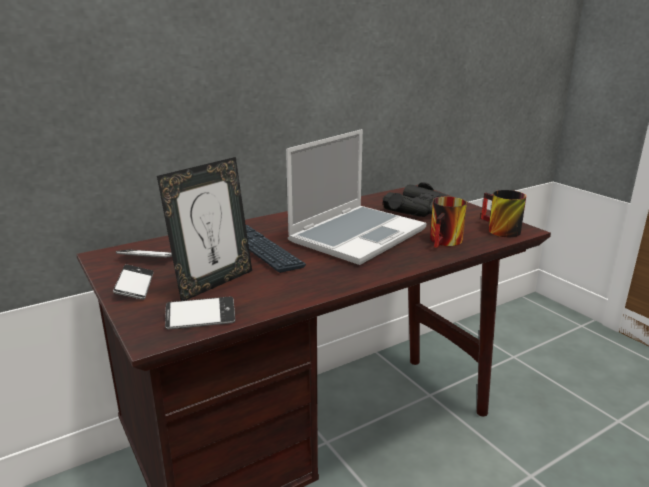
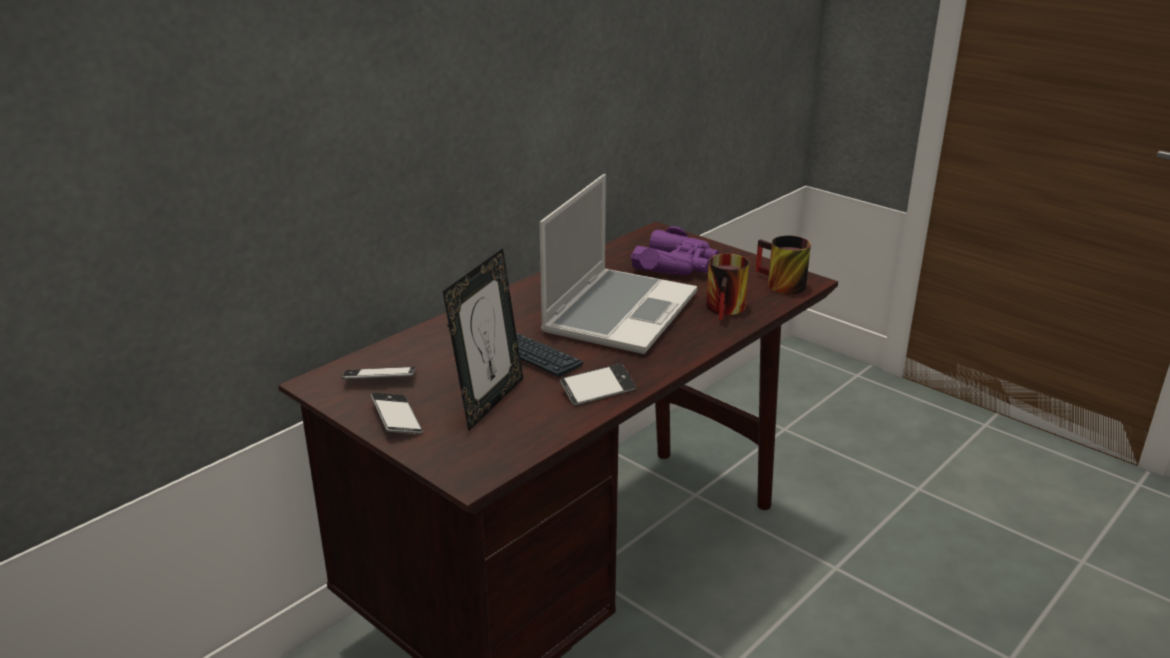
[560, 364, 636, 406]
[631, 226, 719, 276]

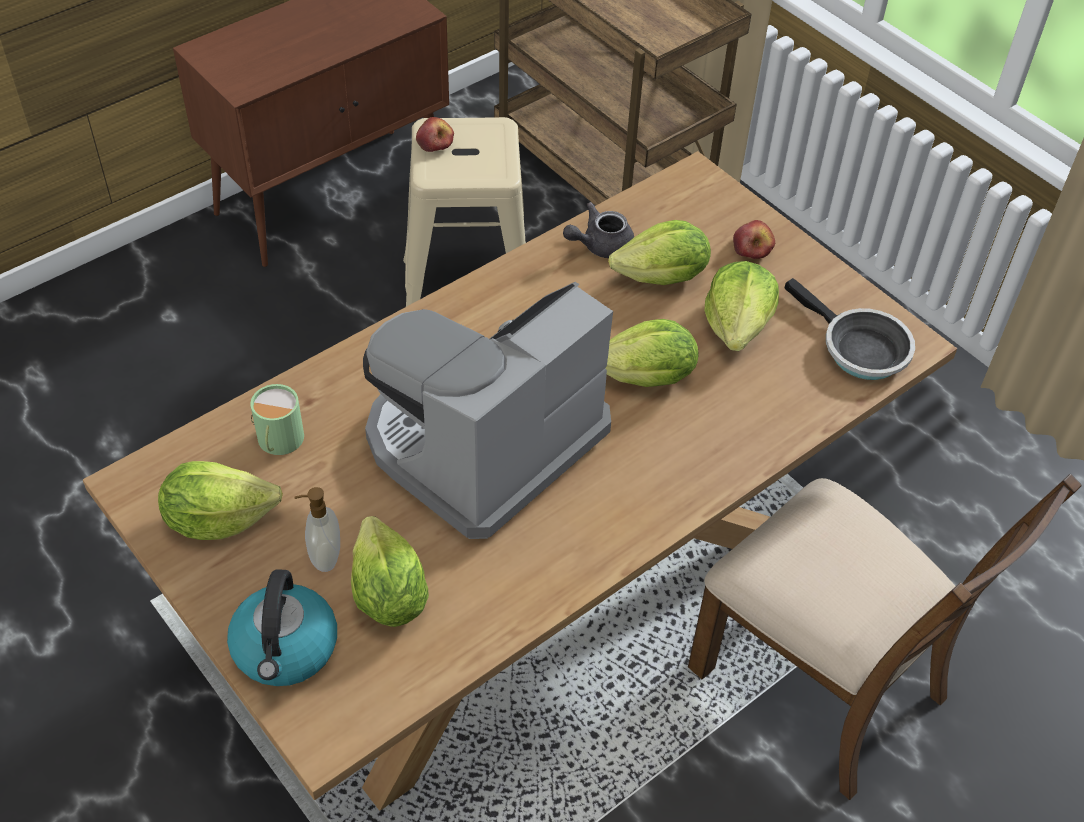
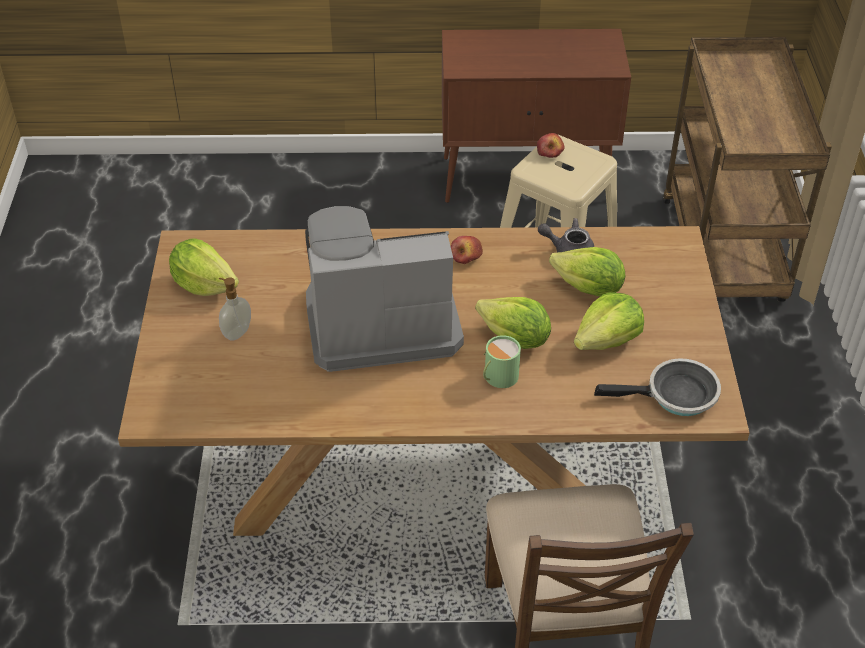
[451, 236, 483, 264]
[483, 335, 521, 388]
[594, 358, 721, 416]
[227, 569, 337, 686] (first image)
[351, 516, 429, 627] (first image)

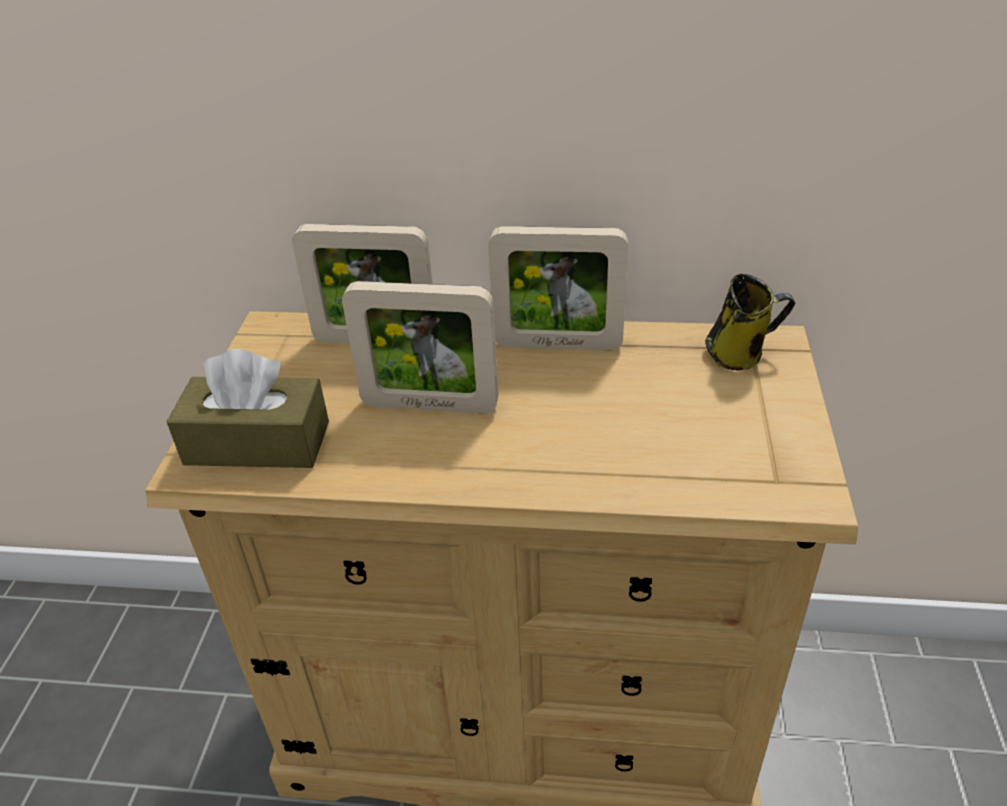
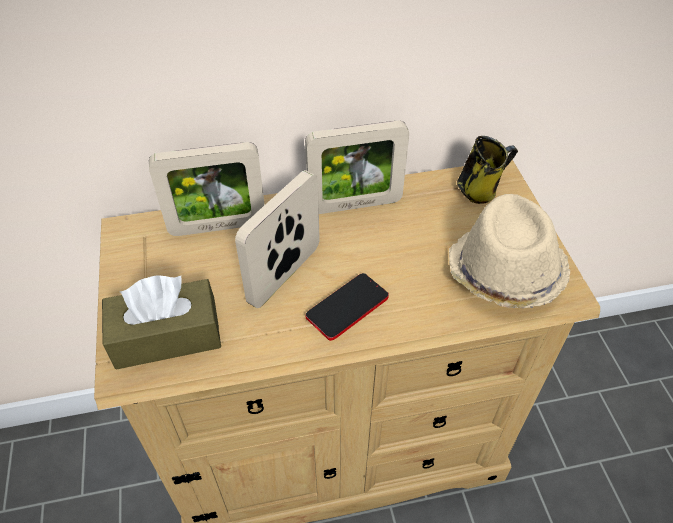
[235, 170, 320, 308]
[305, 273, 389, 341]
[449, 194, 570, 309]

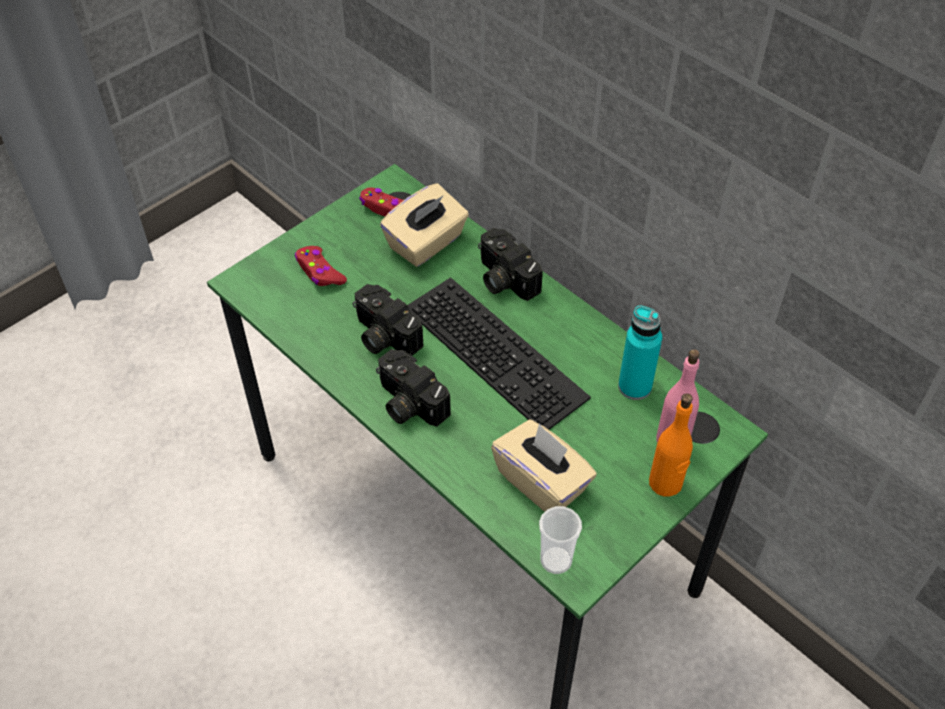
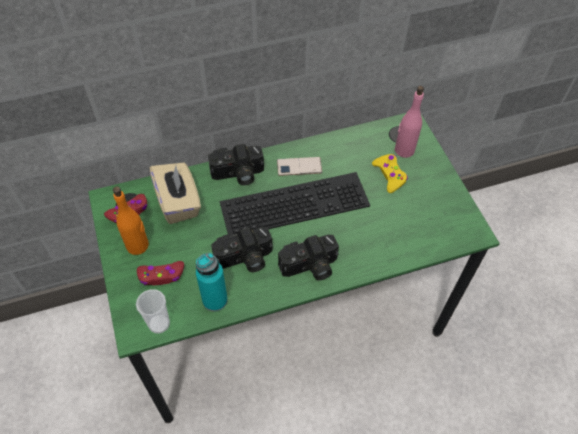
[113, 186, 149, 255]
[136, 289, 170, 334]
[196, 253, 228, 312]
[277, 157, 322, 176]
[372, 154, 408, 193]
[491, 420, 597, 512] (first image)

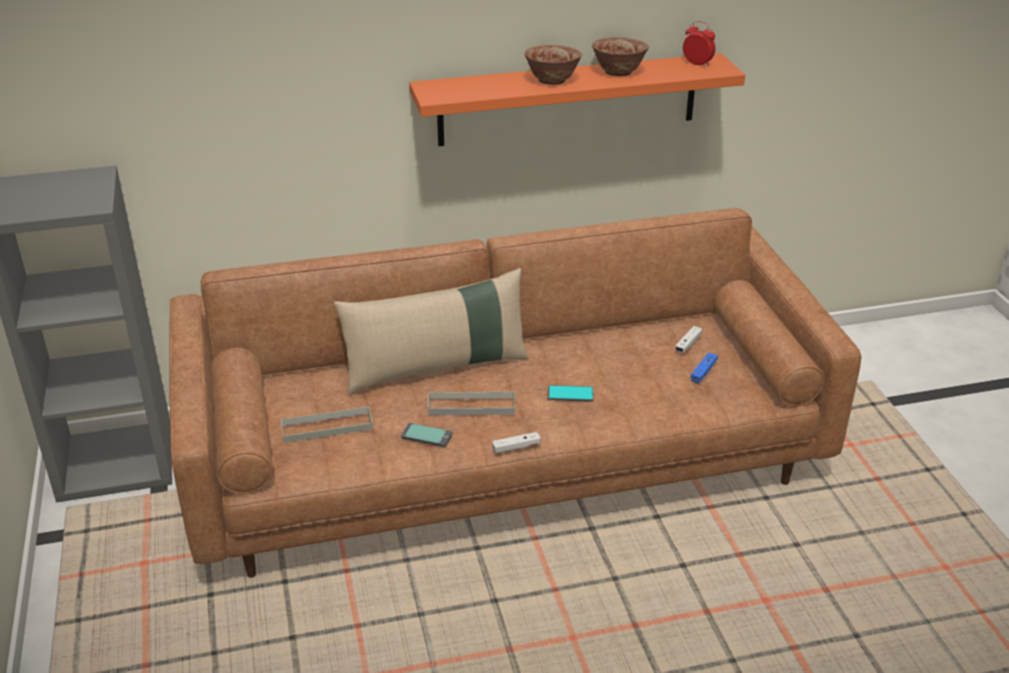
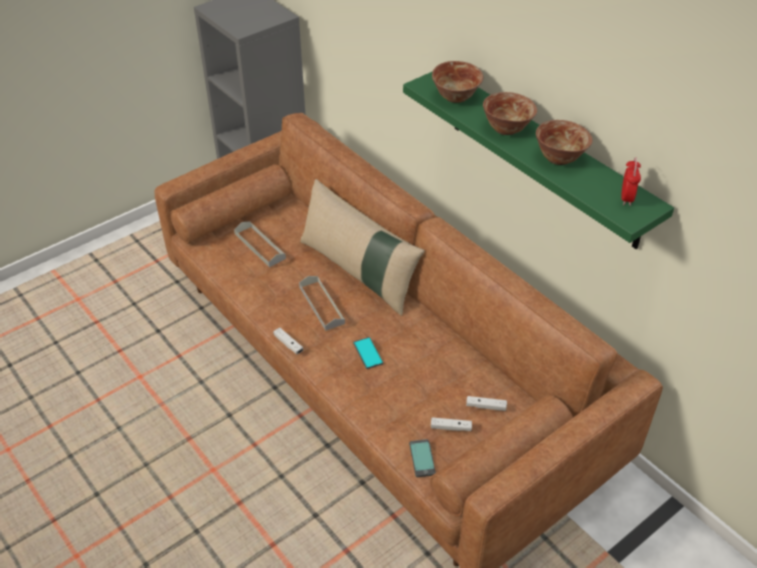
[403, 71, 674, 249]
[409, 439, 436, 477]
[431, 417, 472, 431]
[432, 61, 483, 103]

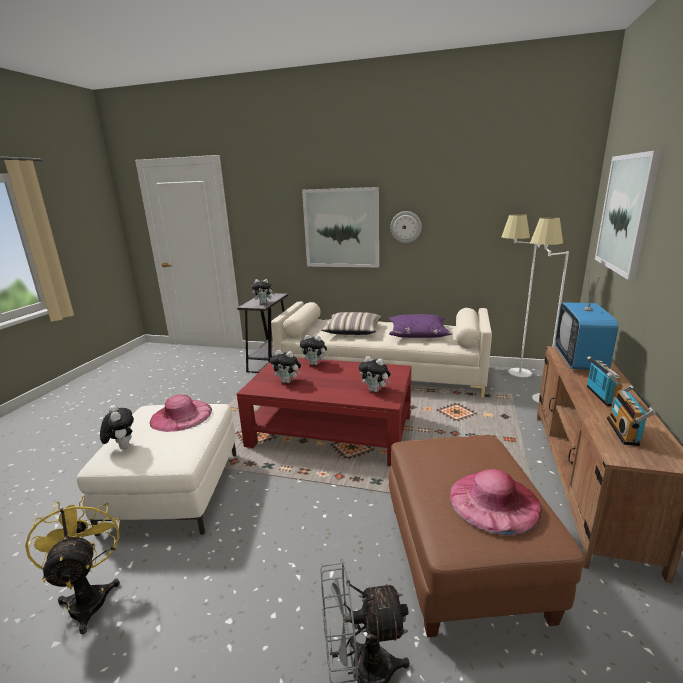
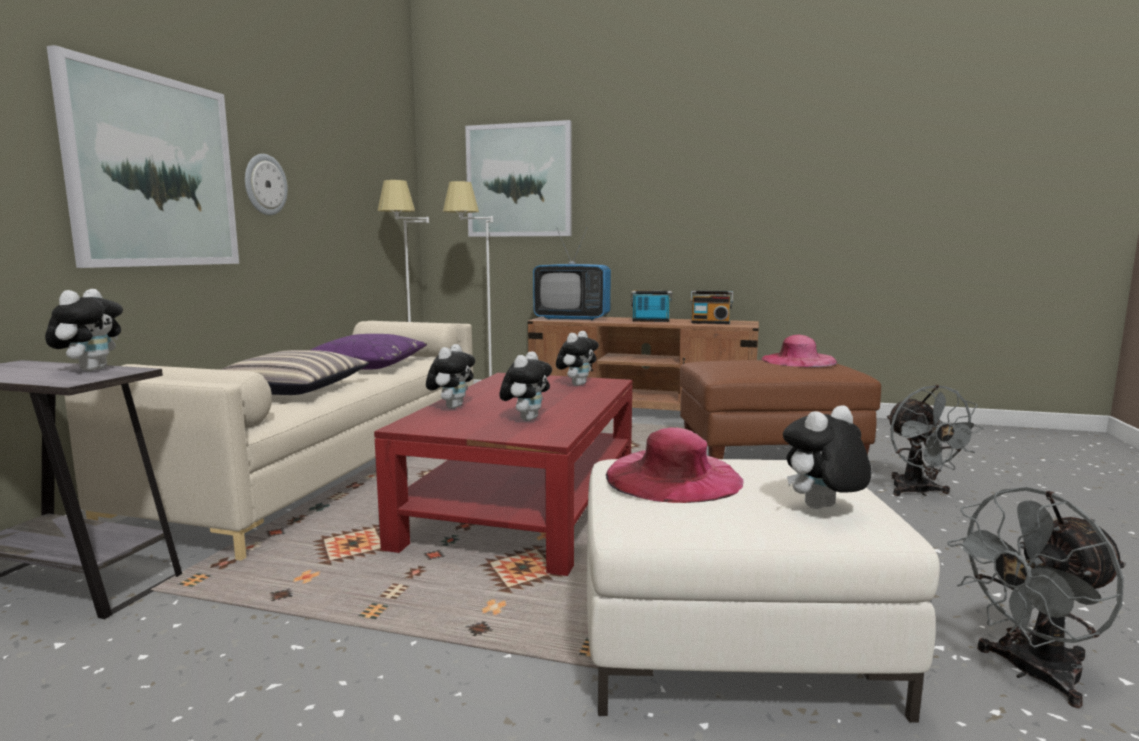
[947, 487, 1126, 708]

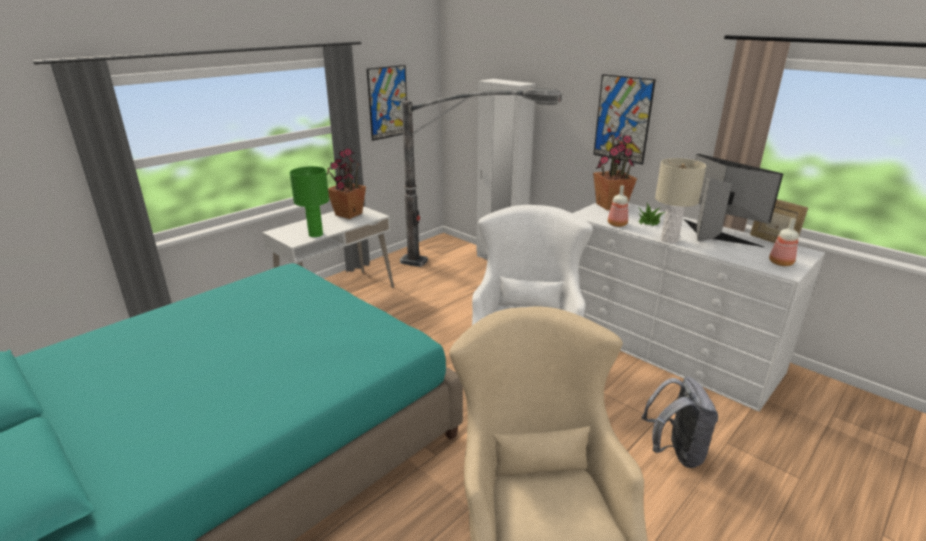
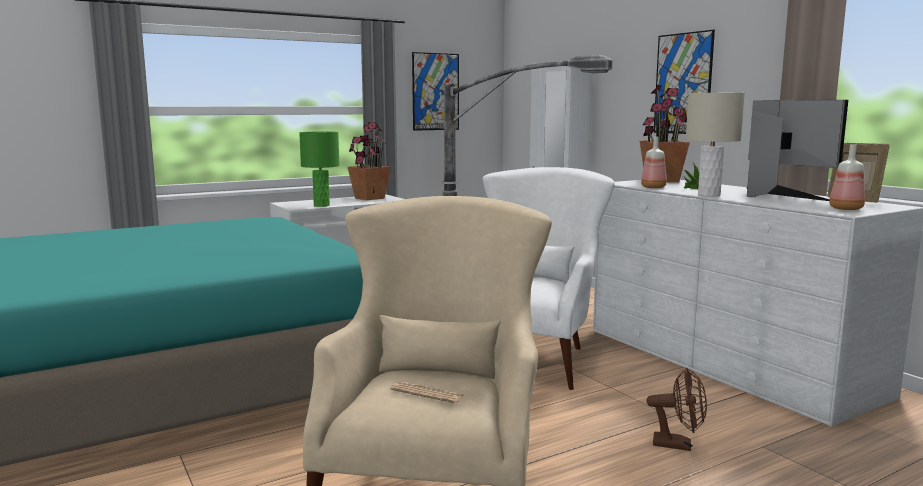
[390, 381, 464, 404]
[646, 368, 707, 451]

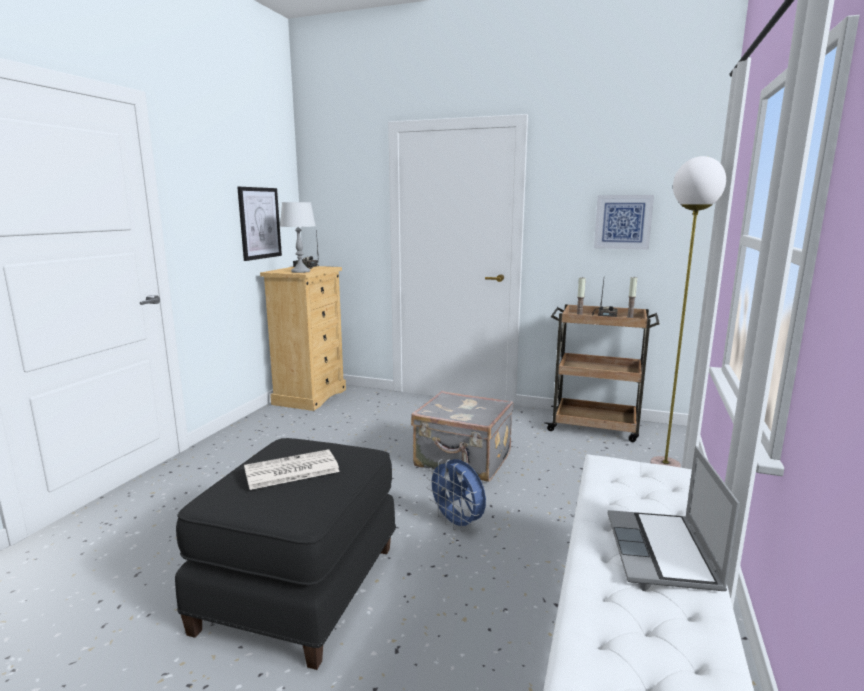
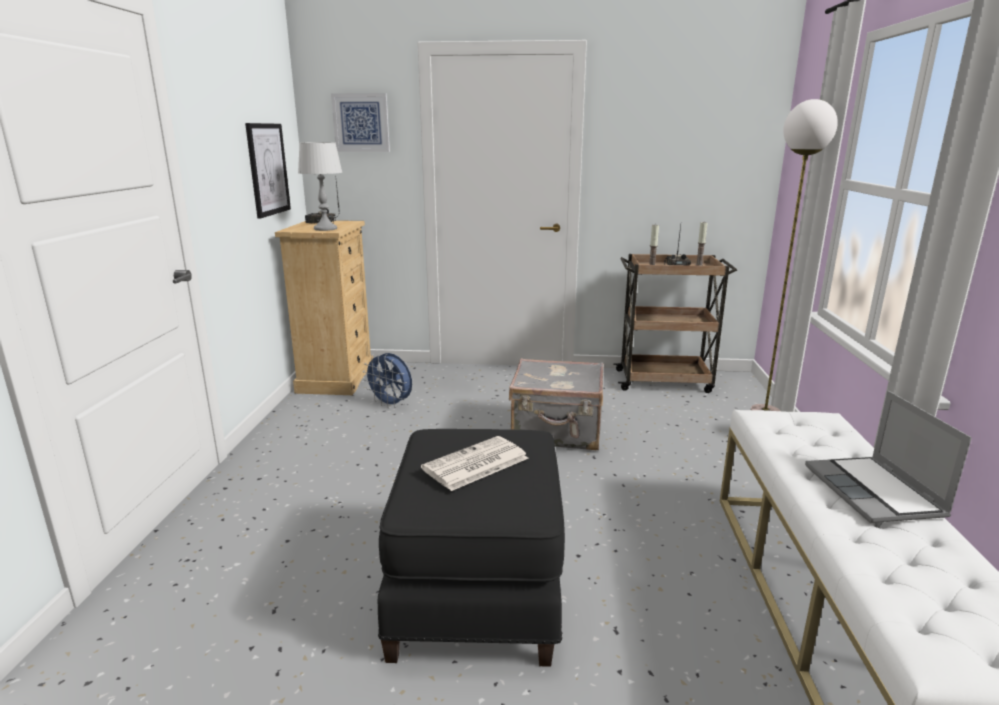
[331, 93, 390, 152]
[363, 353, 412, 408]

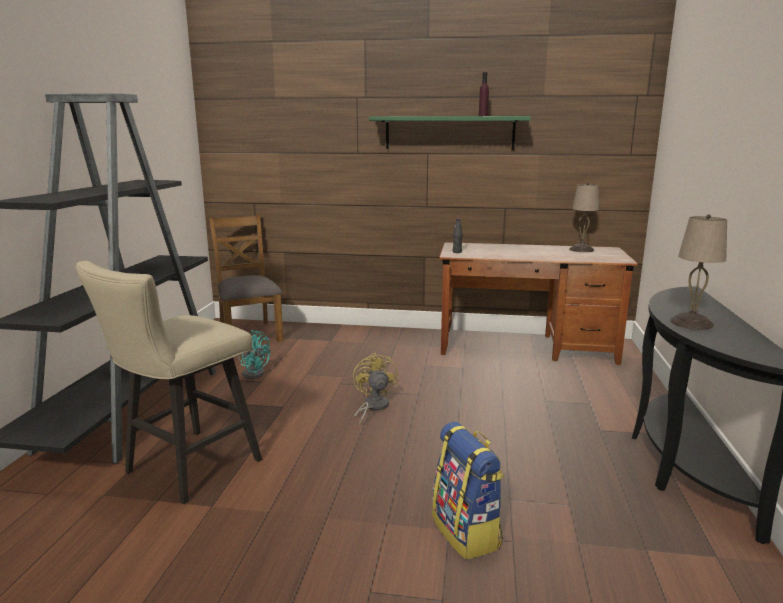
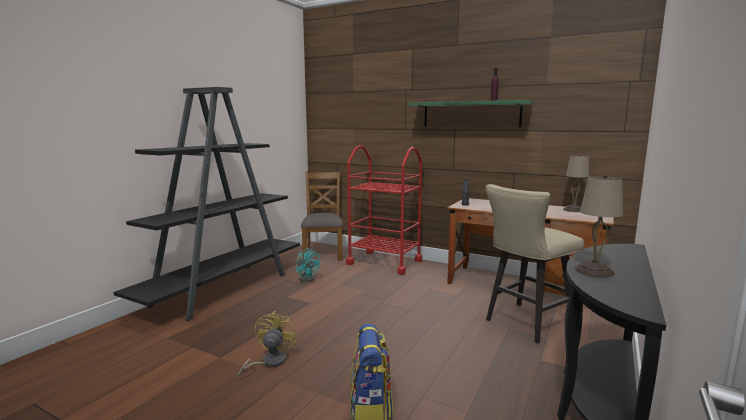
[237, 311, 297, 380]
[346, 145, 422, 275]
[486, 184, 584, 344]

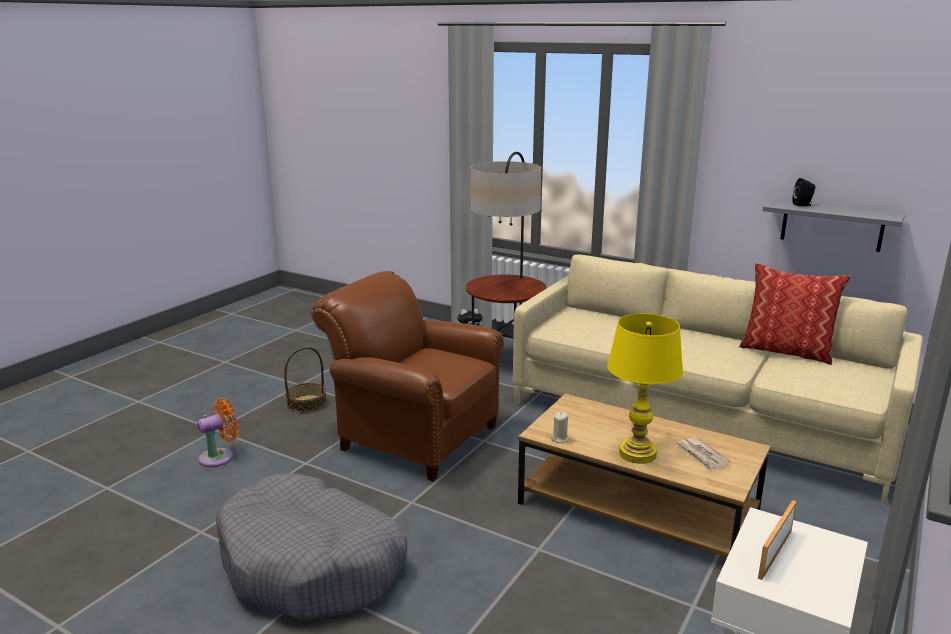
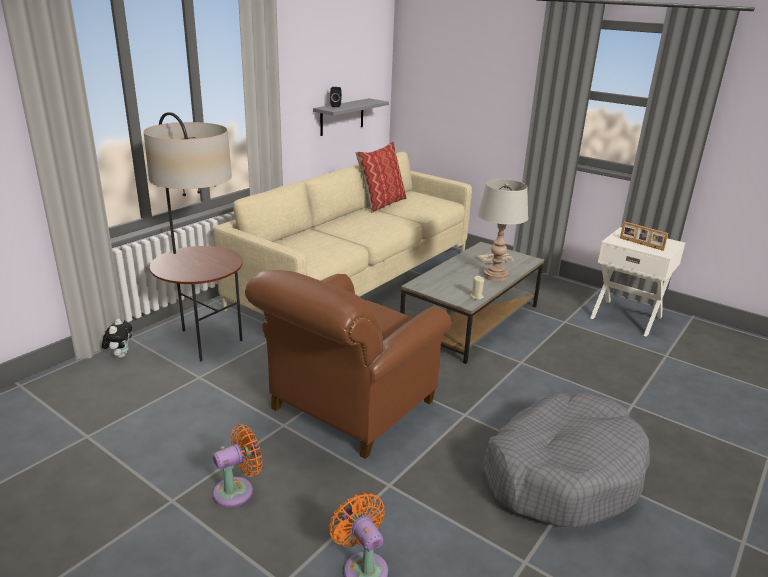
[213, 424, 262, 507]
[400, 242, 544, 364]
[478, 179, 528, 281]

